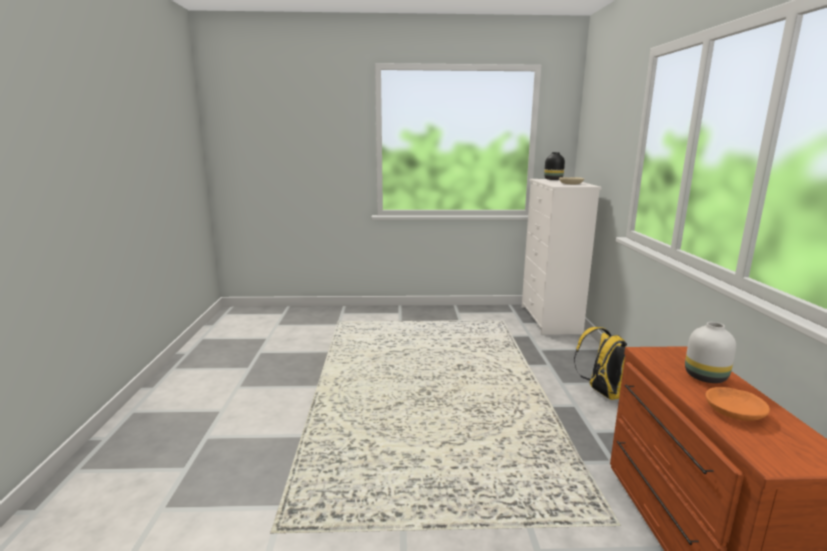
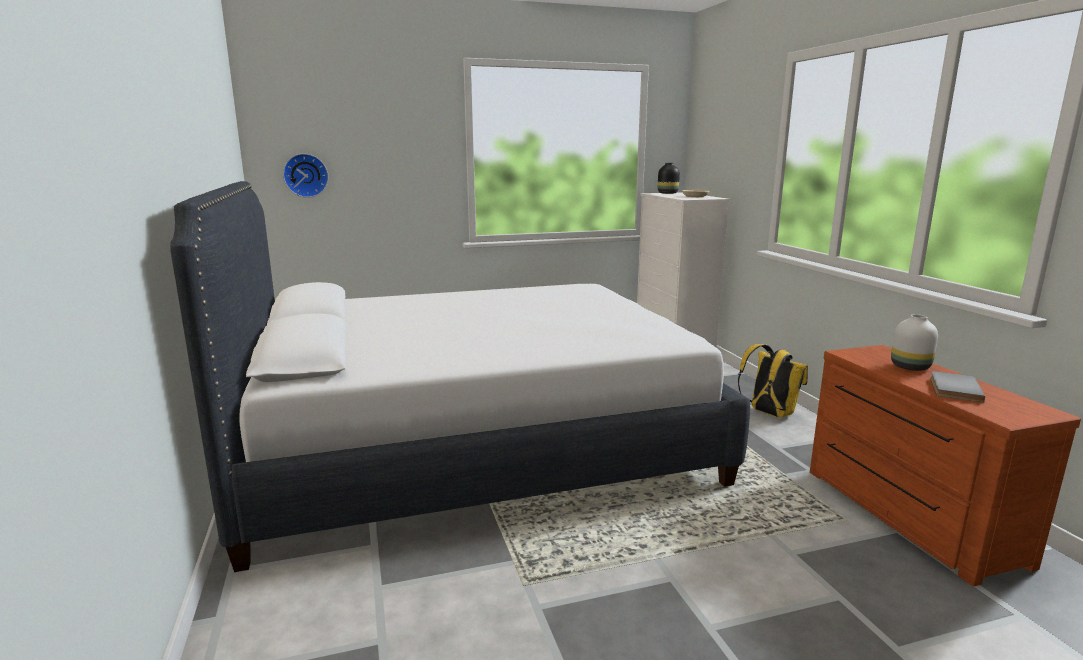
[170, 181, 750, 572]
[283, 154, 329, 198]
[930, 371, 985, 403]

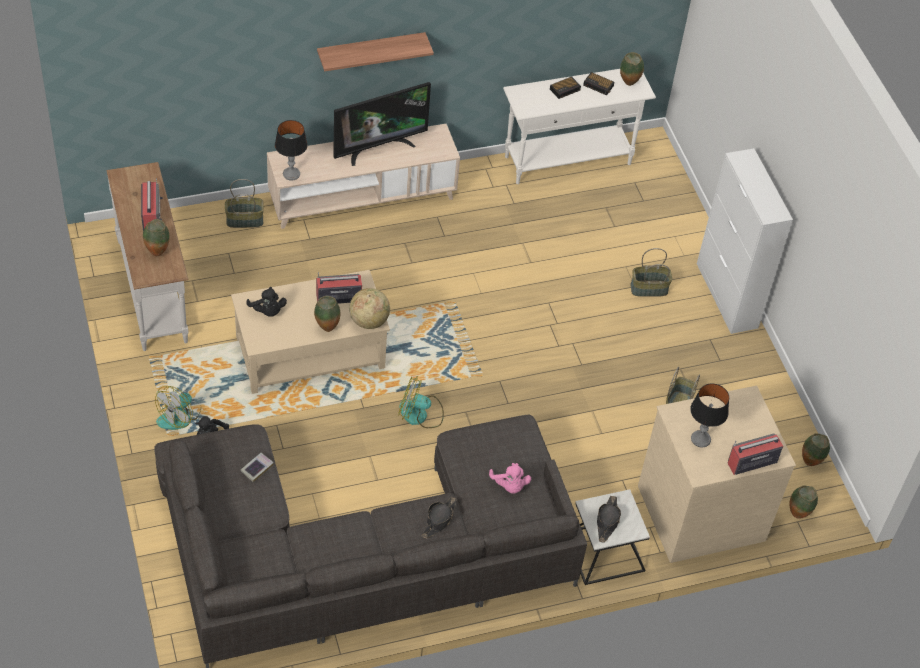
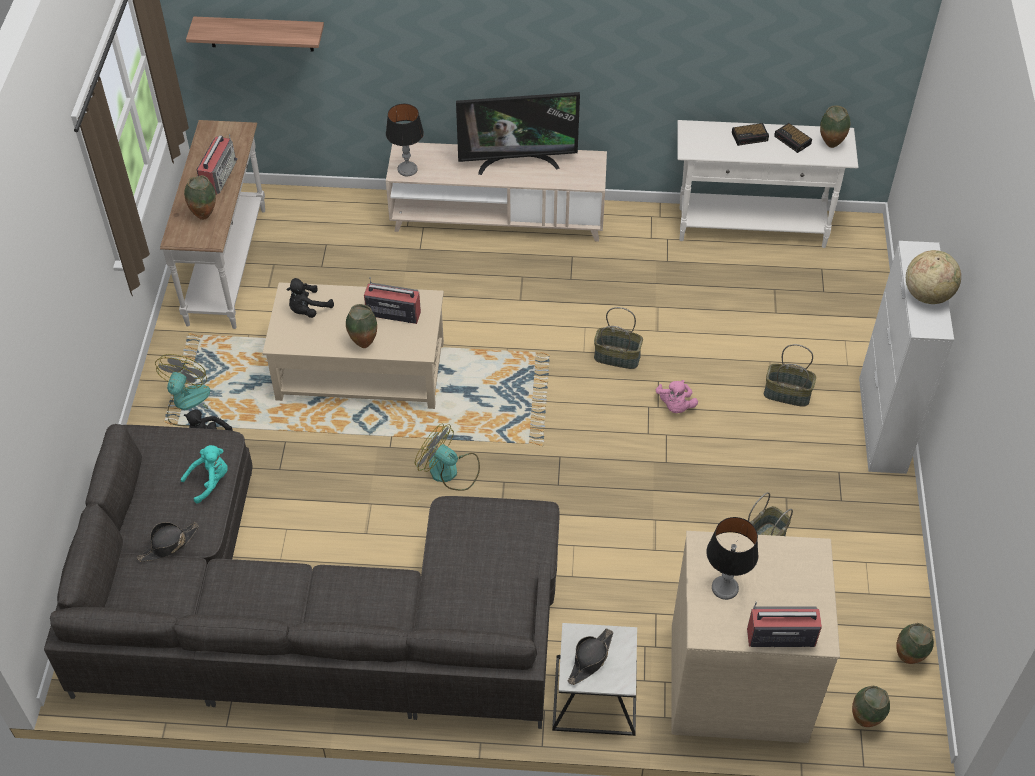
[137, 522, 199, 562]
[155, 354, 210, 427]
[181, 445, 228, 504]
[186, 17, 324, 52]
[286, 278, 334, 318]
[594, 307, 643, 369]
[656, 380, 698, 413]
[906, 250, 961, 304]

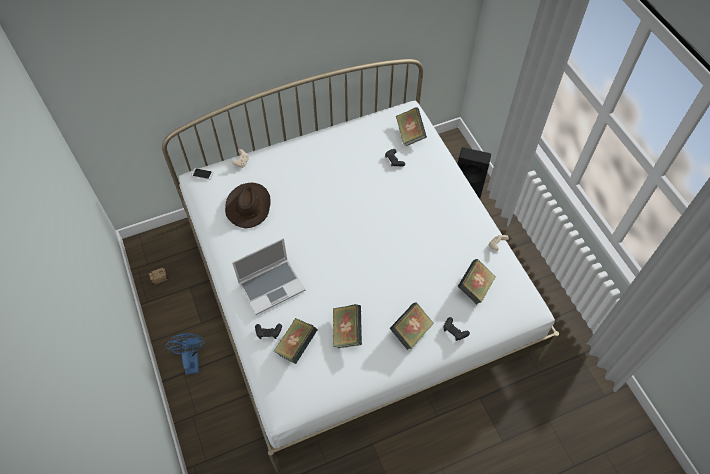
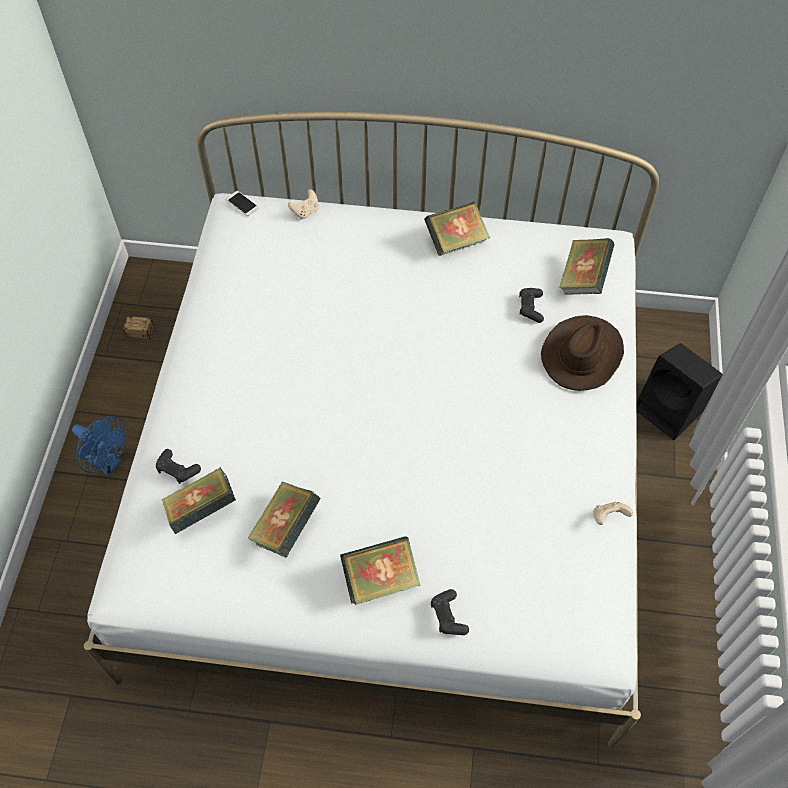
[72, 416, 126, 476]
[424, 202, 490, 256]
[541, 315, 624, 391]
[232, 238, 305, 315] (first image)

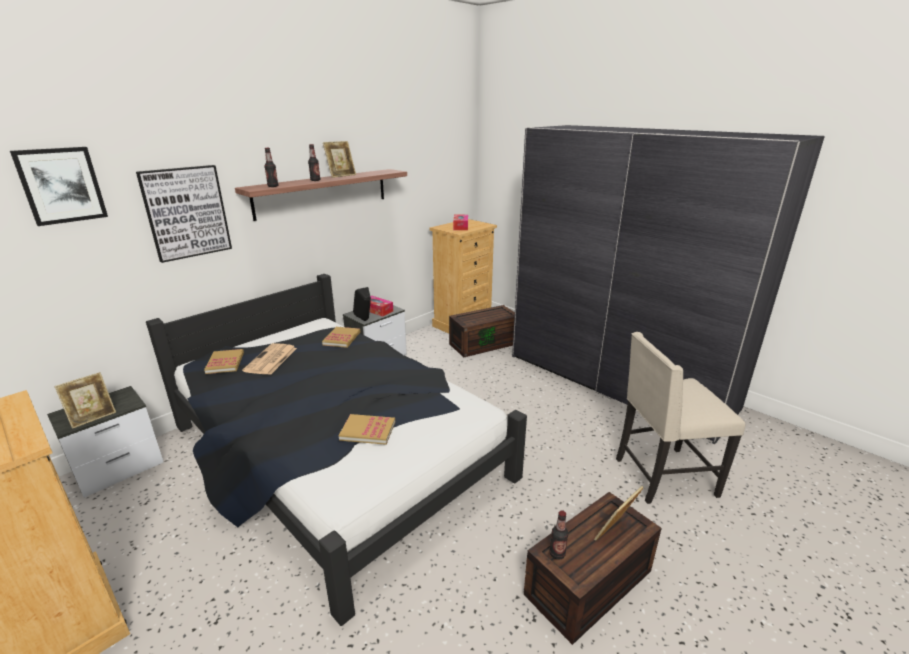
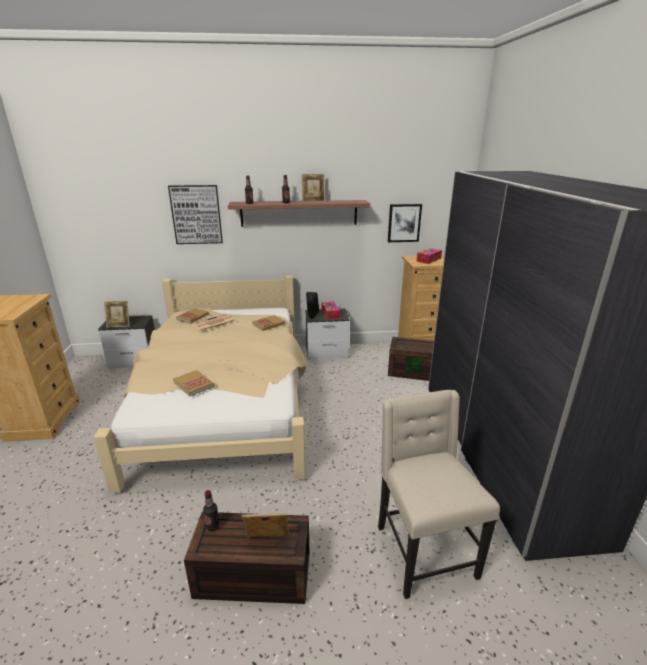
[94, 275, 308, 492]
[378, 390, 500, 599]
[388, 204, 422, 242]

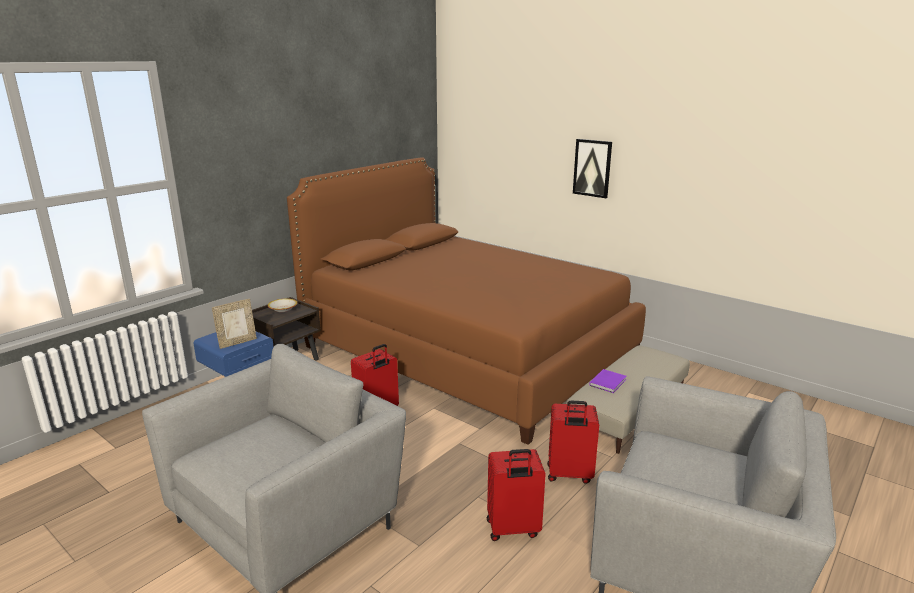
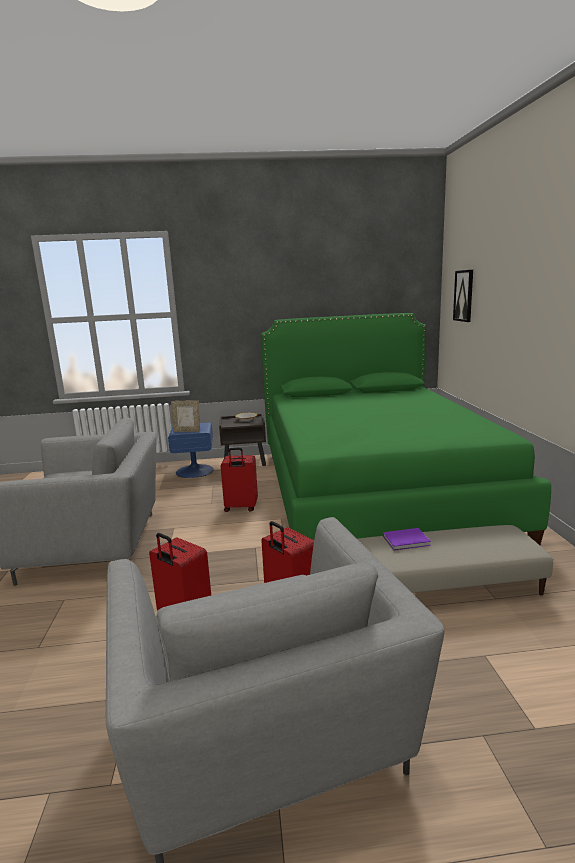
[261, 313, 551, 545]
[453, 270, 473, 322]

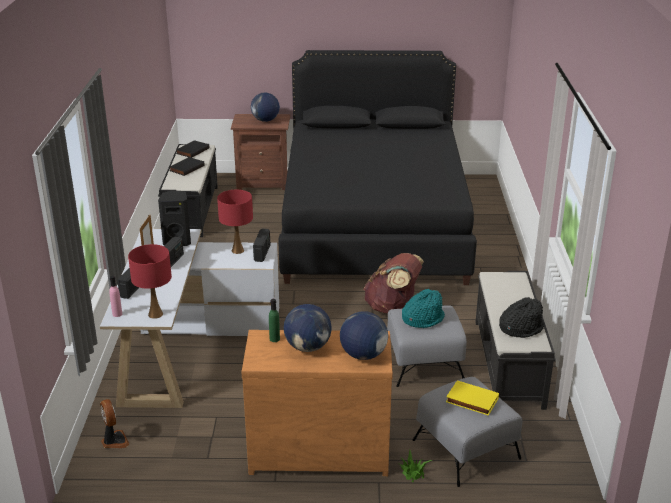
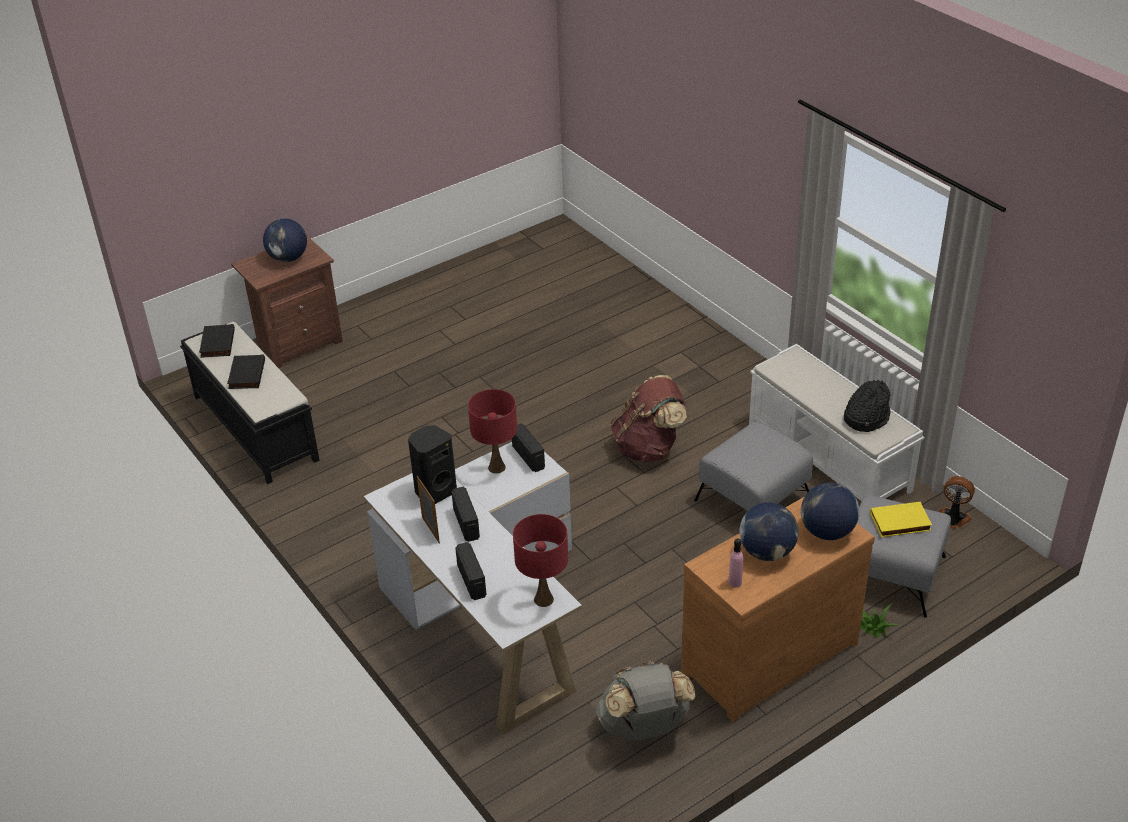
[596, 661, 695, 740]
[729, 538, 743, 588]
[749, 344, 925, 501]
[939, 476, 975, 529]
[269, 299, 280, 342] (first image)
[278, 50, 477, 285] (first image)
[402, 289, 445, 328] (first image)

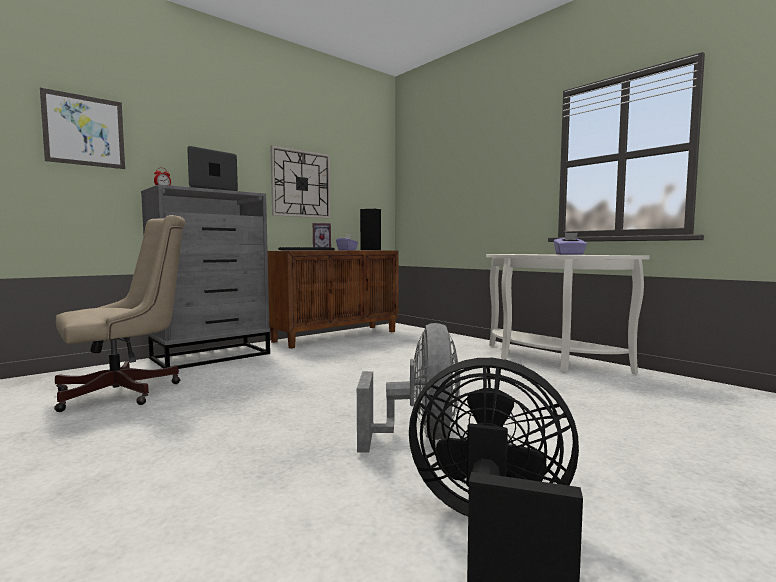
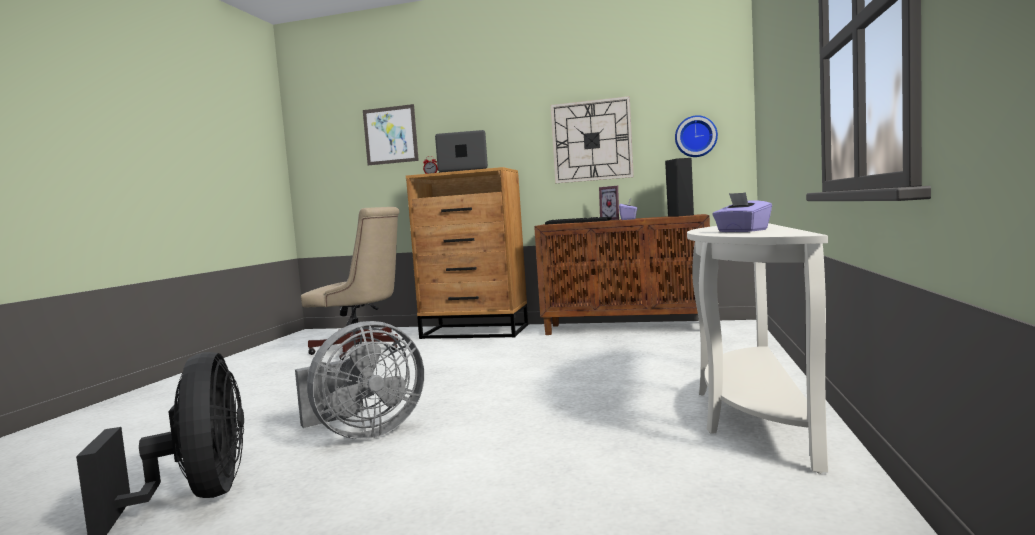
[406, 167, 528, 339]
[675, 115, 718, 157]

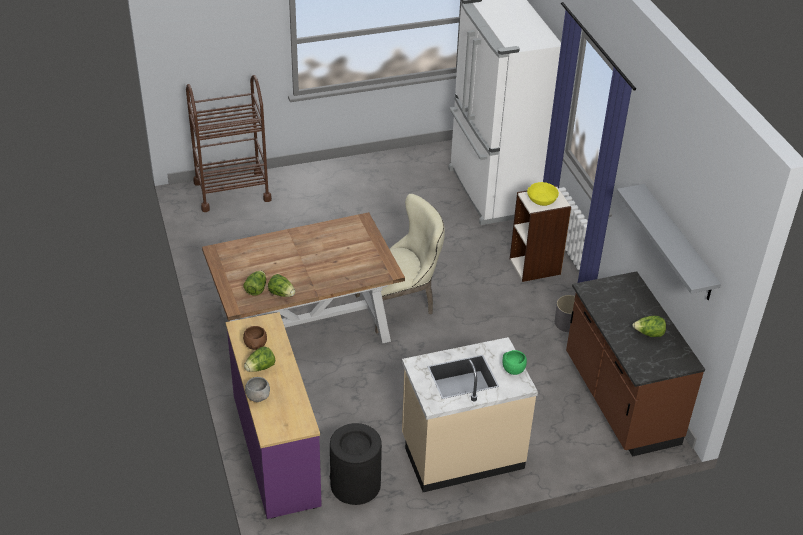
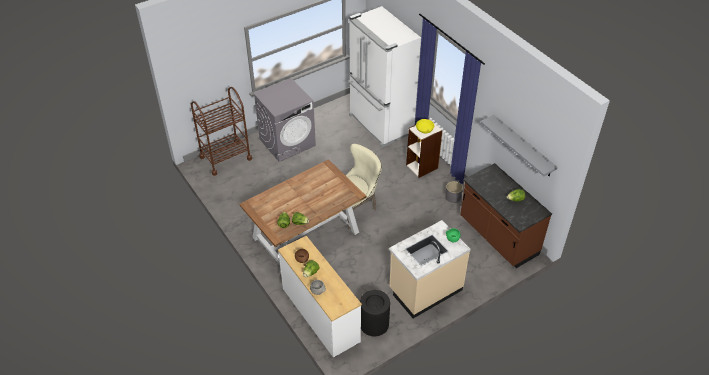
[253, 78, 316, 162]
[278, 236, 362, 358]

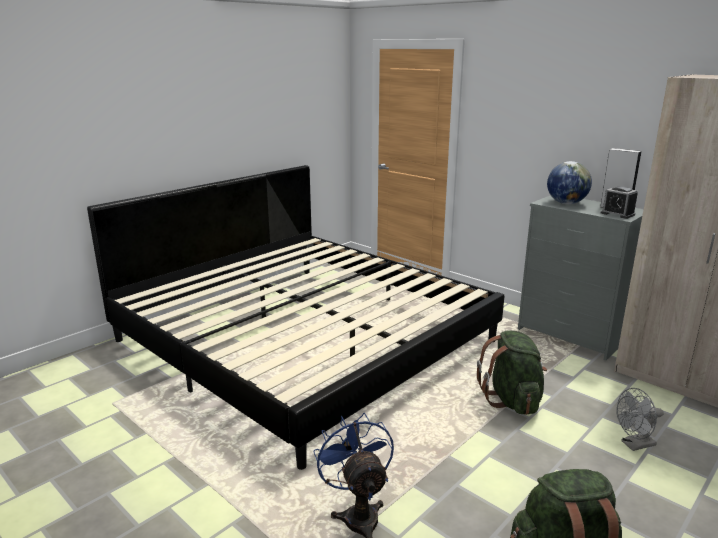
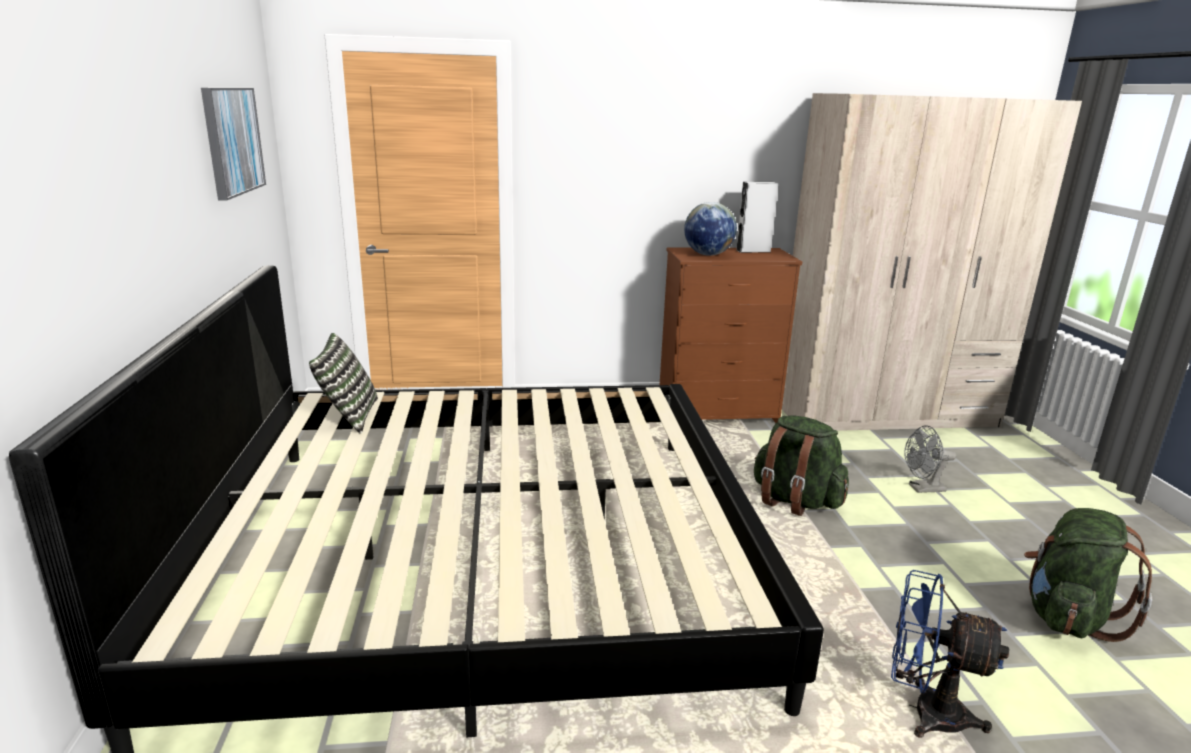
[201, 88, 266, 200]
[309, 333, 378, 434]
[660, 247, 802, 423]
[904, 425, 956, 493]
[601, 186, 638, 219] (first image)

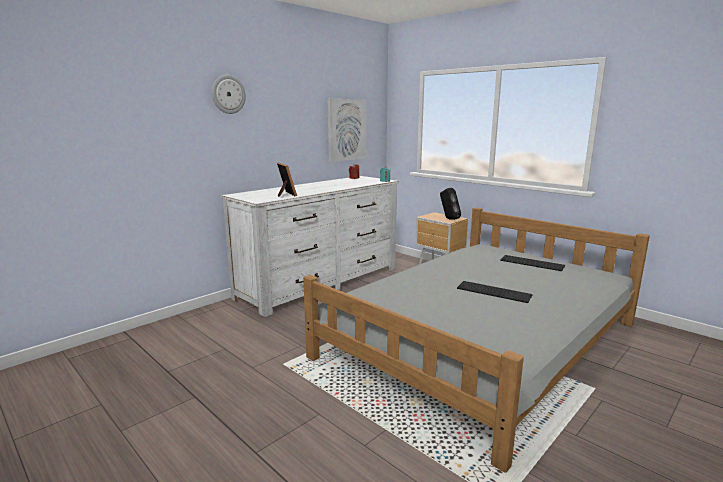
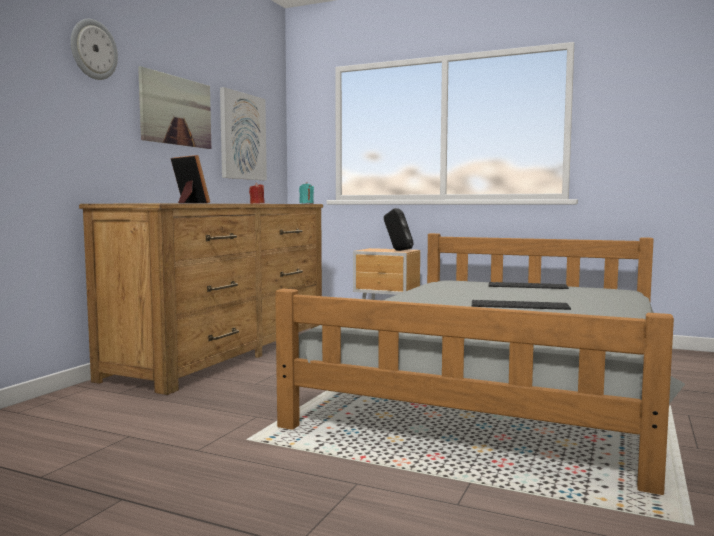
[79, 204, 323, 395]
[138, 66, 212, 149]

